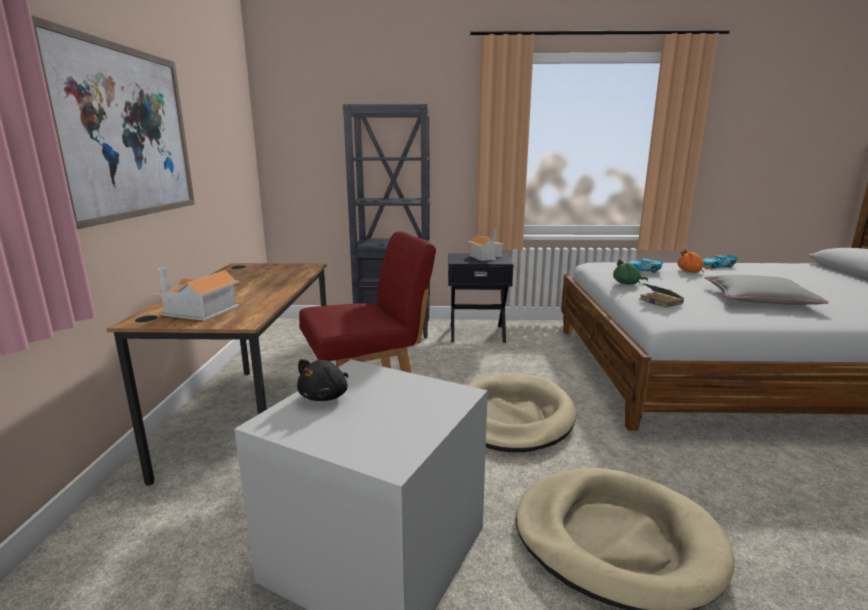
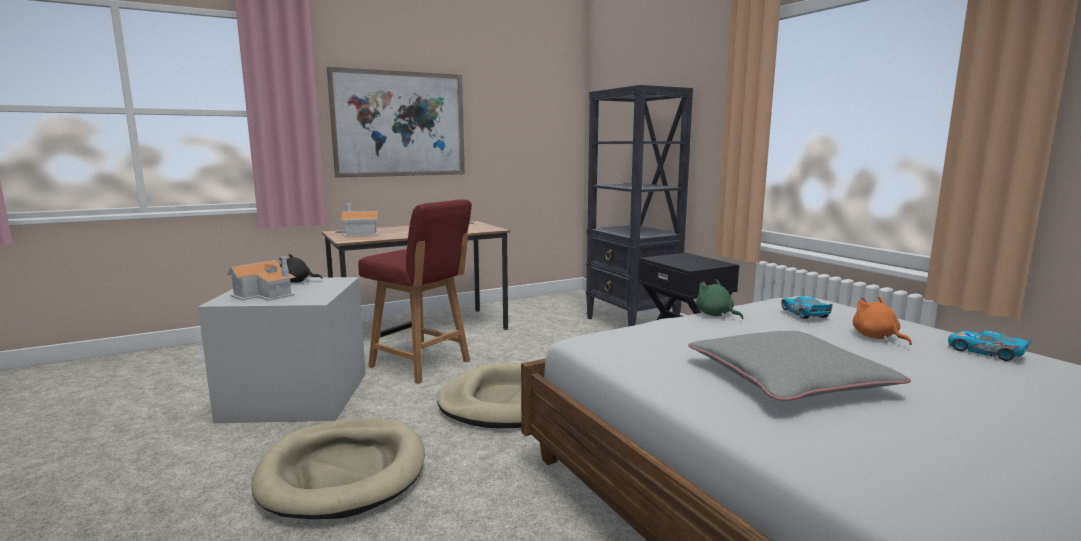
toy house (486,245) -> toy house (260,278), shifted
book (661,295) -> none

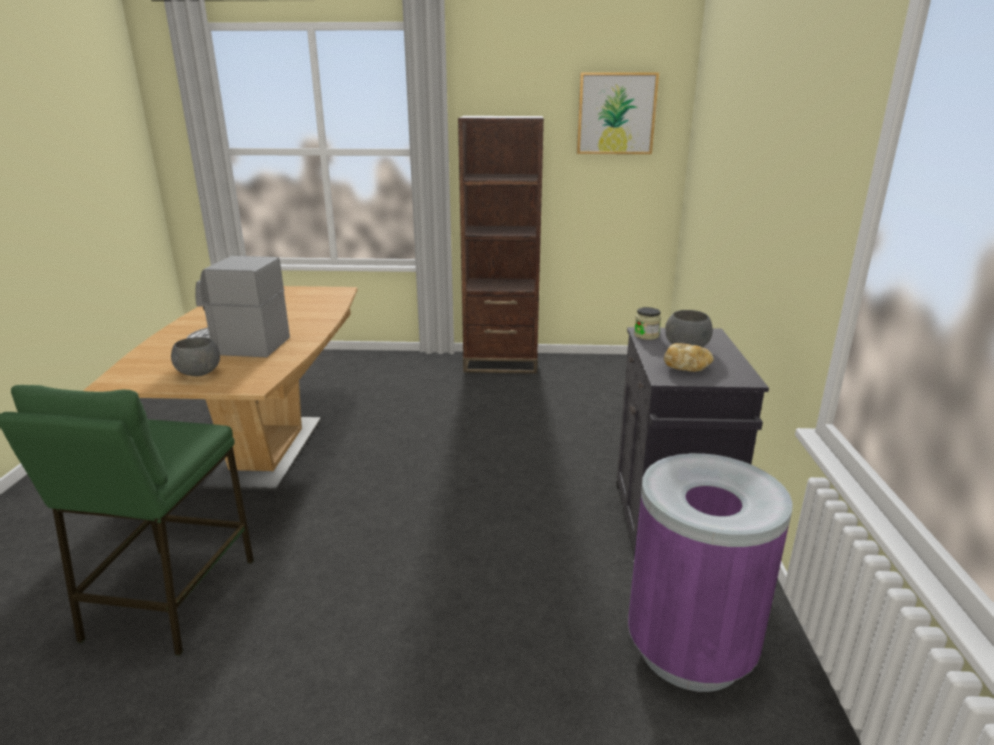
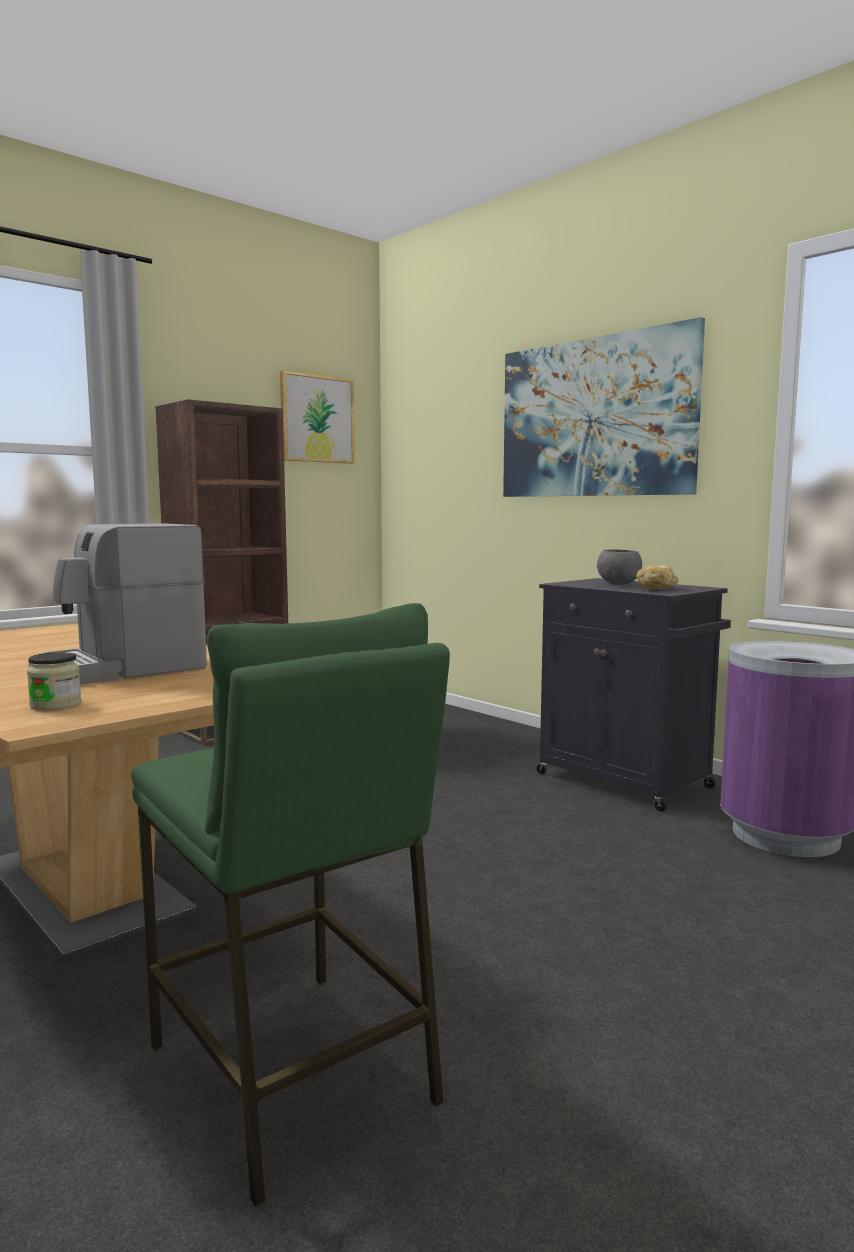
storage jar (647,323) -> storage jar (54,681), shifted
none -> wall art (604,407)
deep dish in gray (195,356) -> none

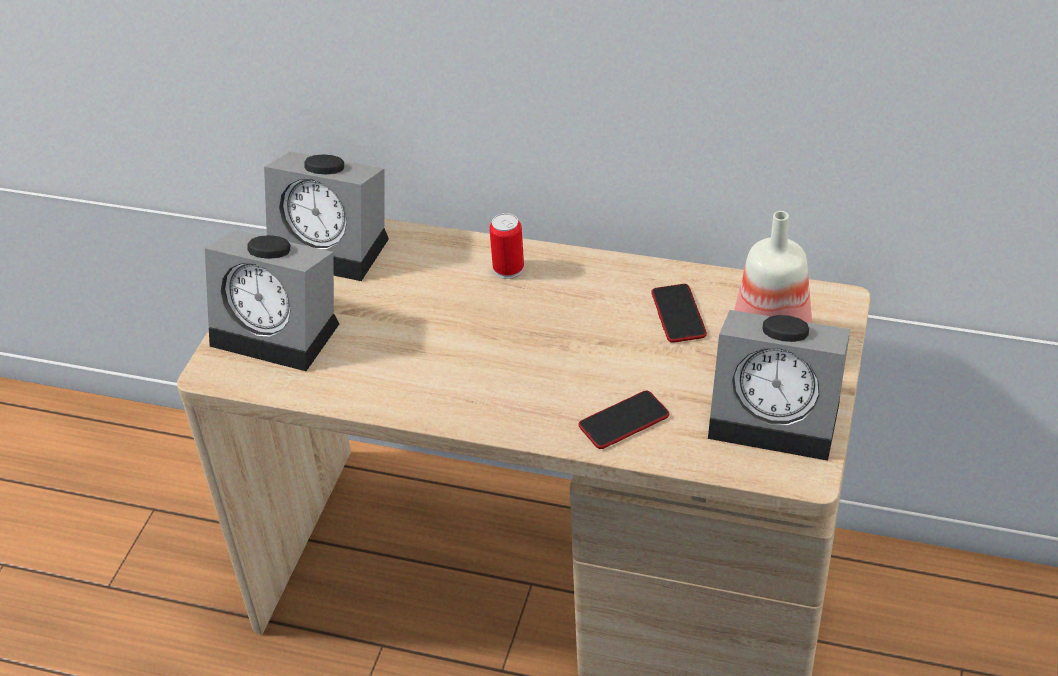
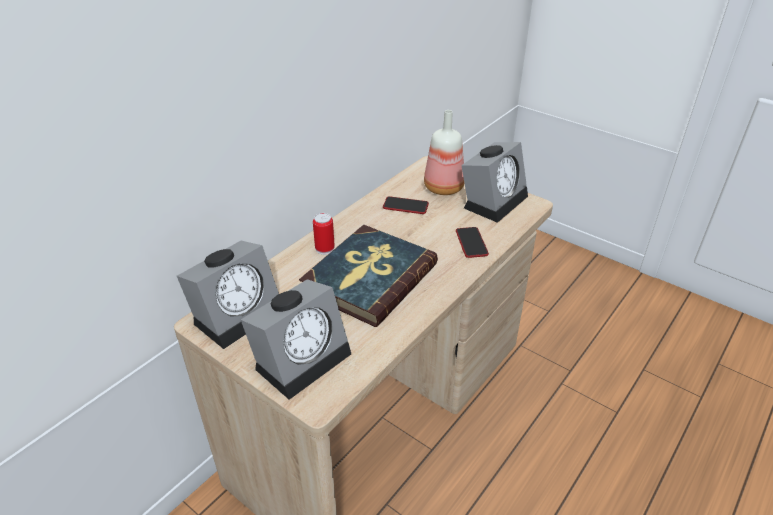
none -> book (368,276)

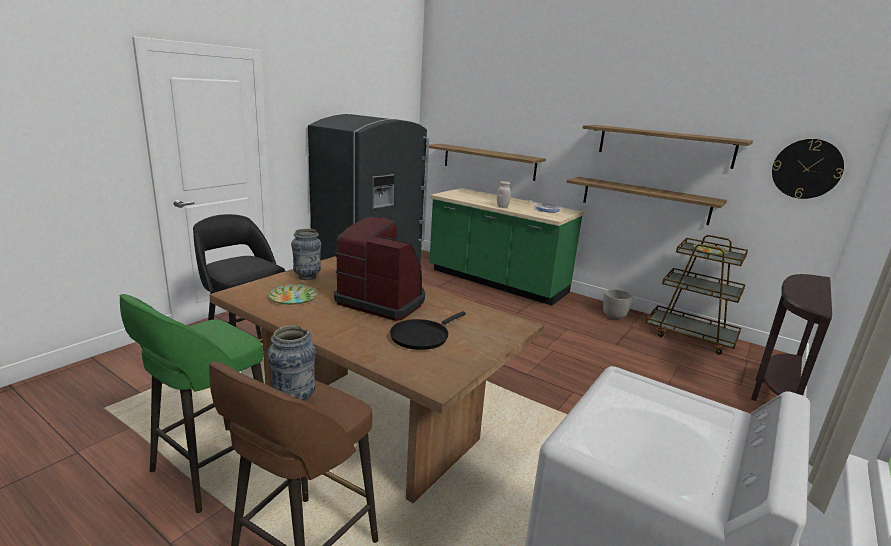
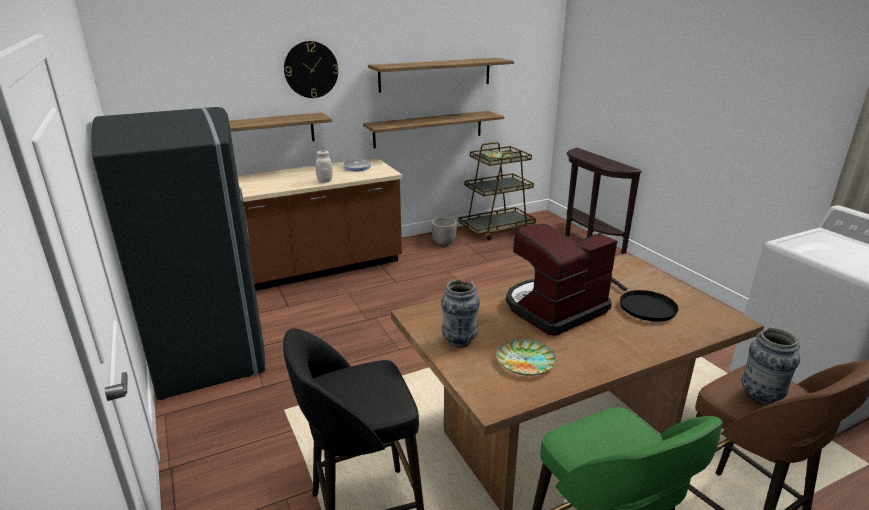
kitchen counter in green (506,247) -> kitchen counter in brown (319,224)
clock on the wall (808,169) -> clock on the wall (311,69), shifted

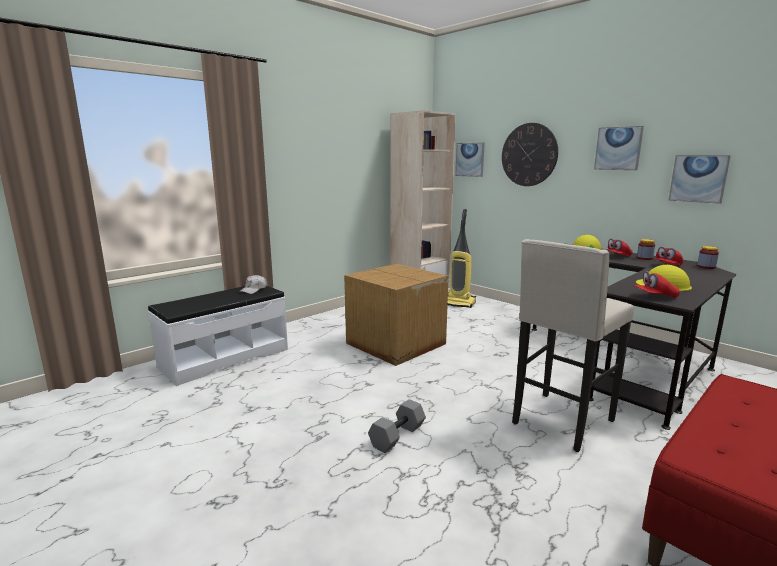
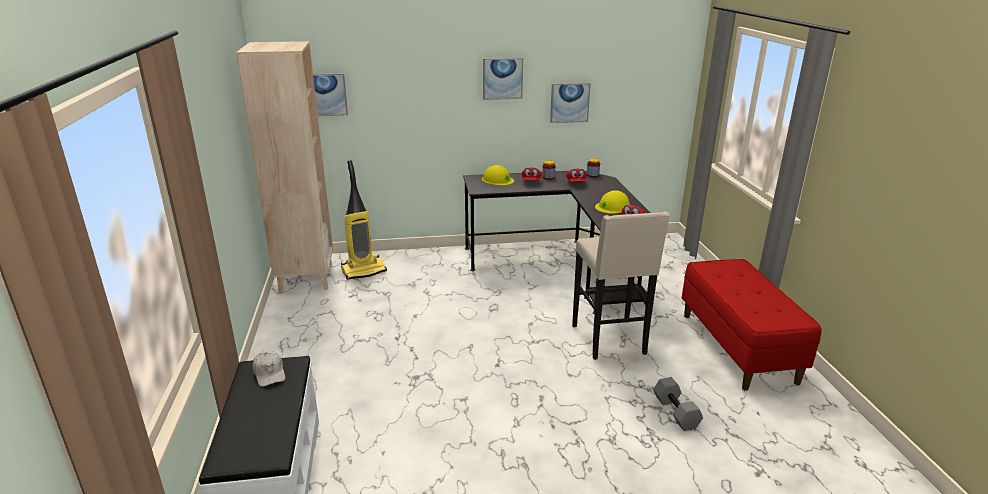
free weight in gray (397,426) -> free weight in gray (678,404), shifted
cardboard box (396,315) -> none
clock on the wall (530,154) -> none

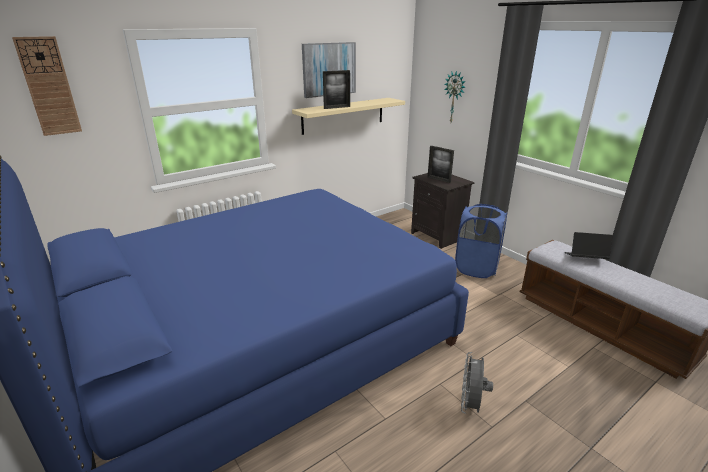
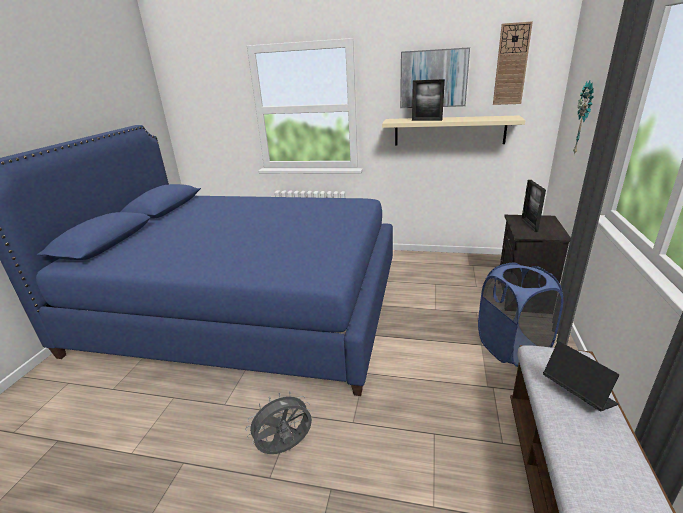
clock on the wall (47,86) -> clock on the wall (513,63), shifted

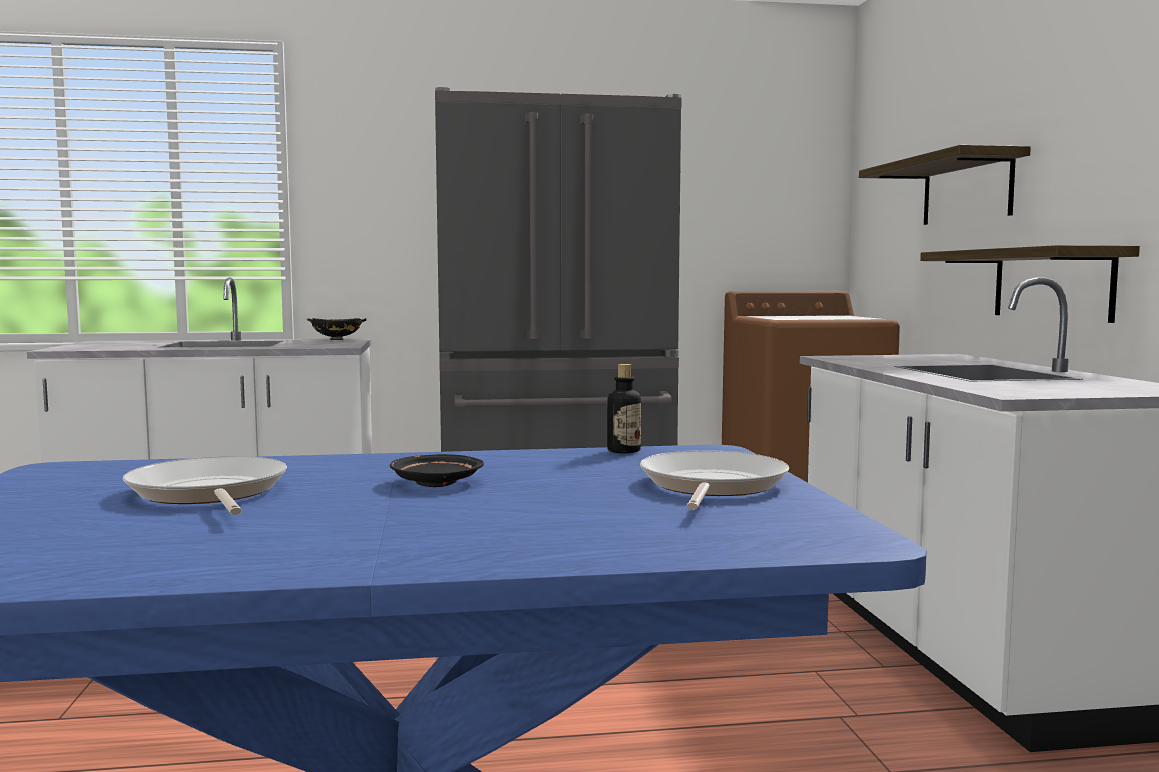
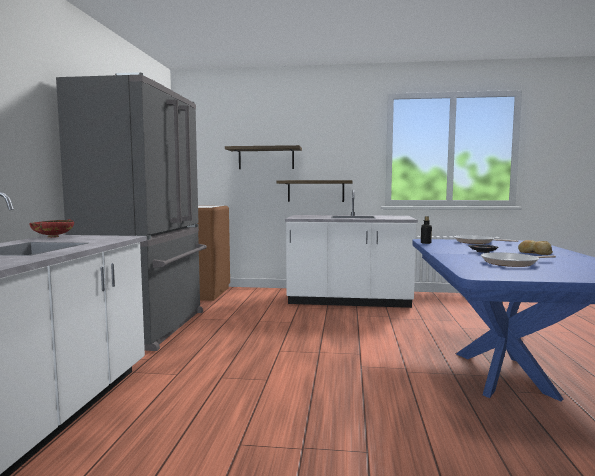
deep dish in blackish (337,329) -> deep dish in red-coloured (51,228)
none -> bakery bread (535,247)

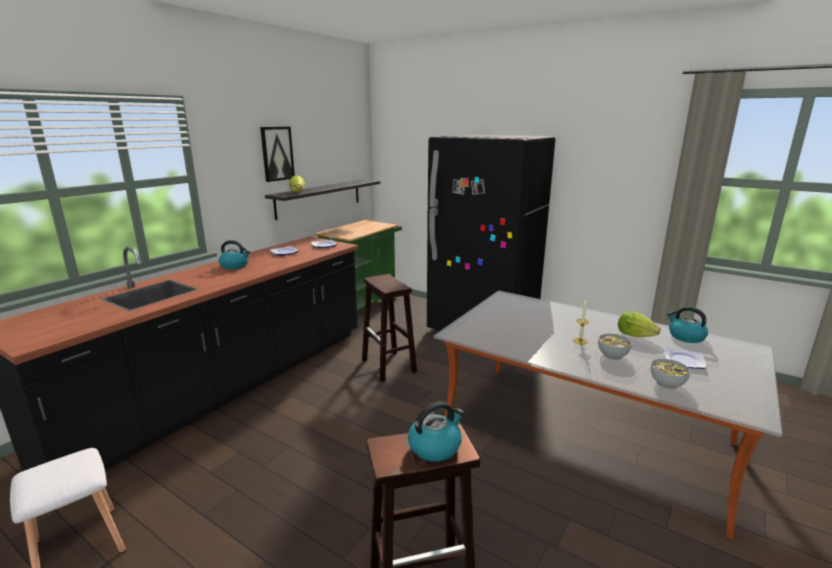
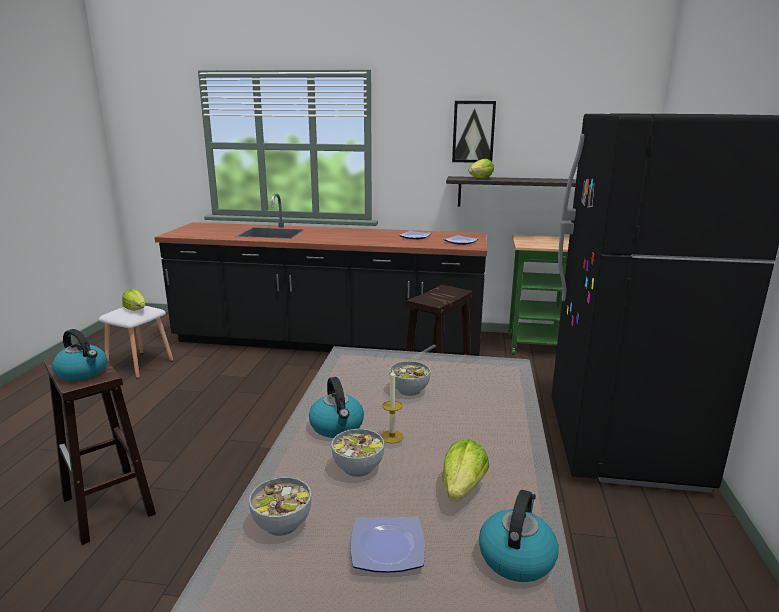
none -> head of lettuce (133,300)
kettle (234,254) -> kettle (336,407), shifted
none -> deep dish (410,378)

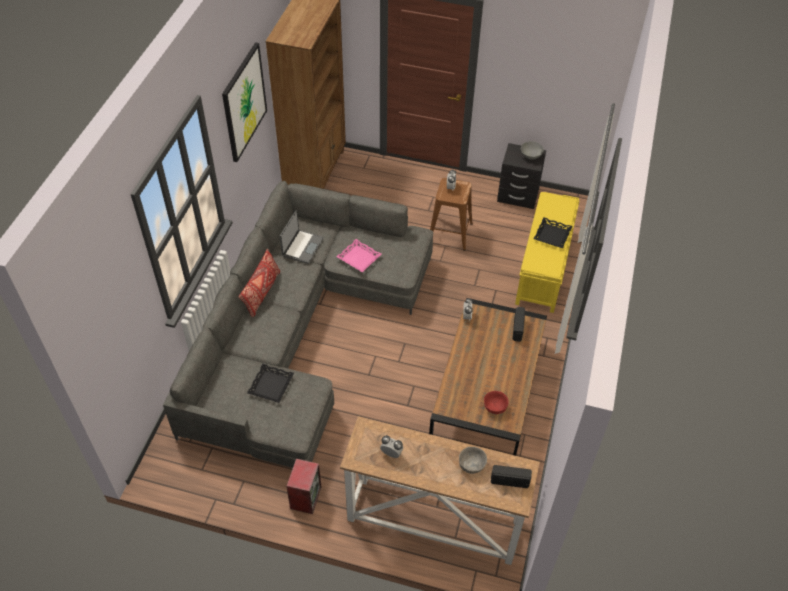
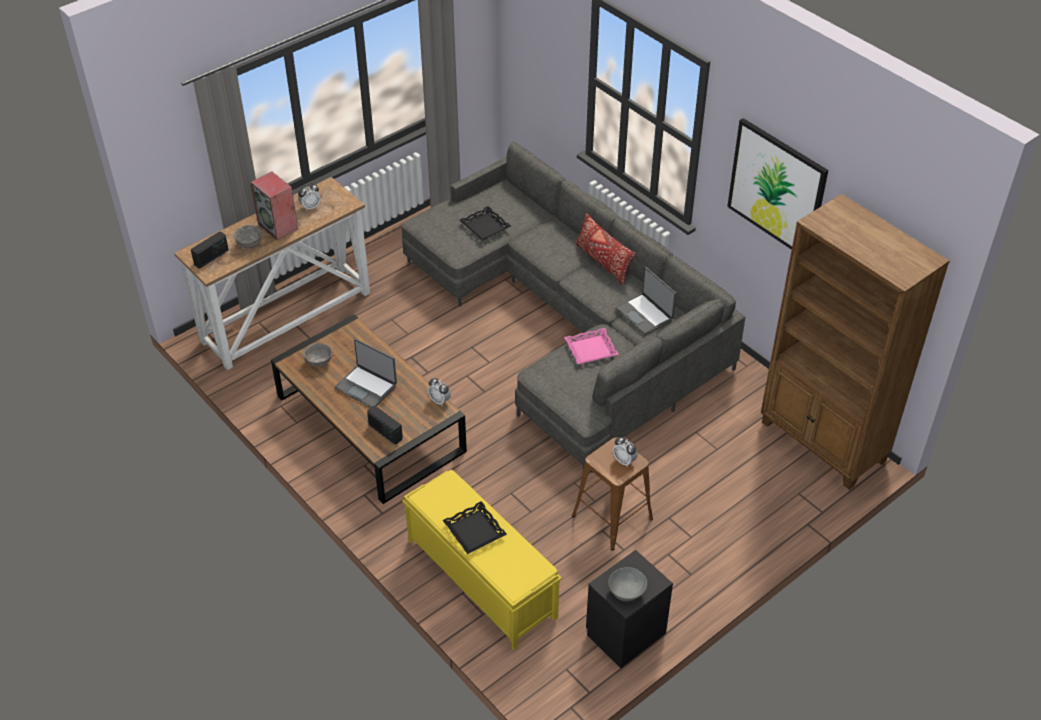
speaker (303,486) -> speaker (274,205), shifted
deep dish in red-coloured (496,402) -> deep dish in gray (318,355)
none -> notebook computer (365,373)

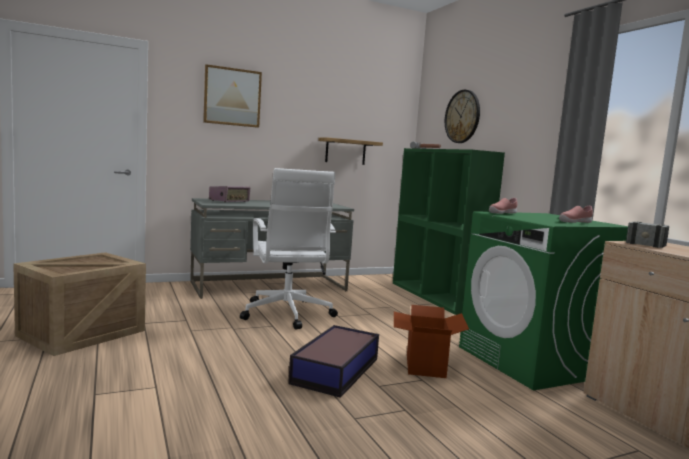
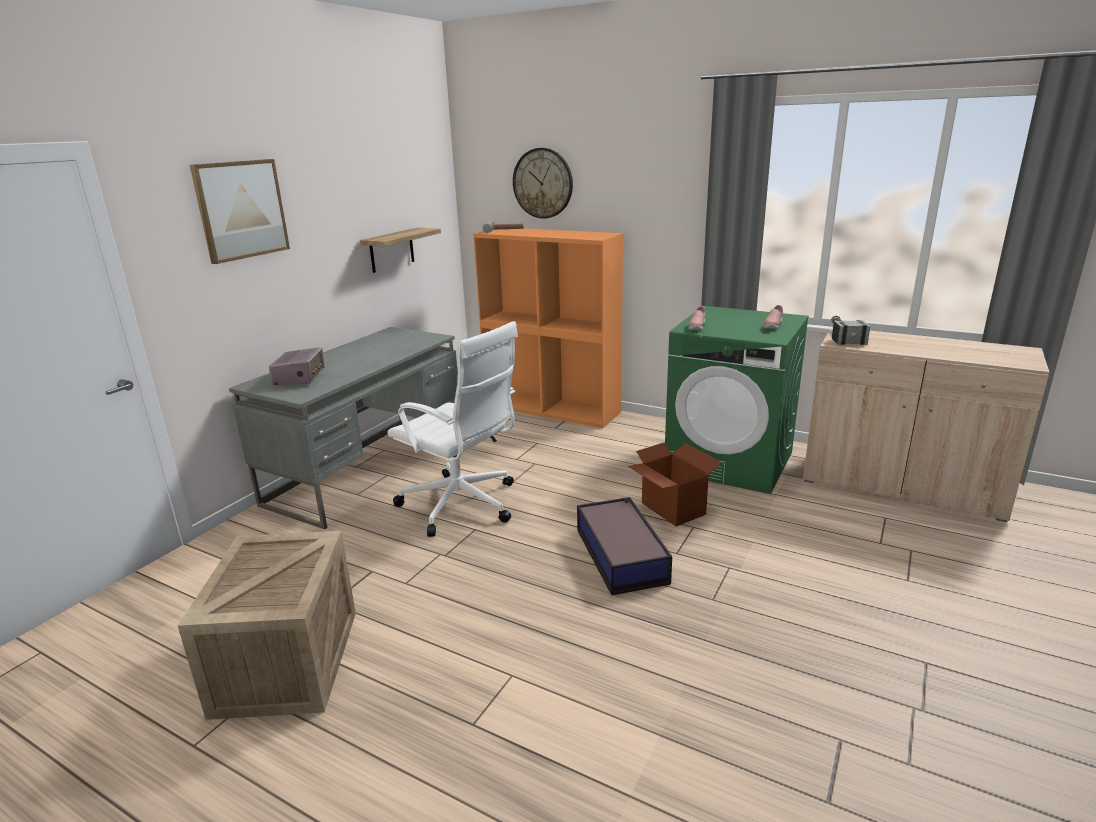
shelving unit in green (449,231) -> shelving unit in orangey (548,328)

